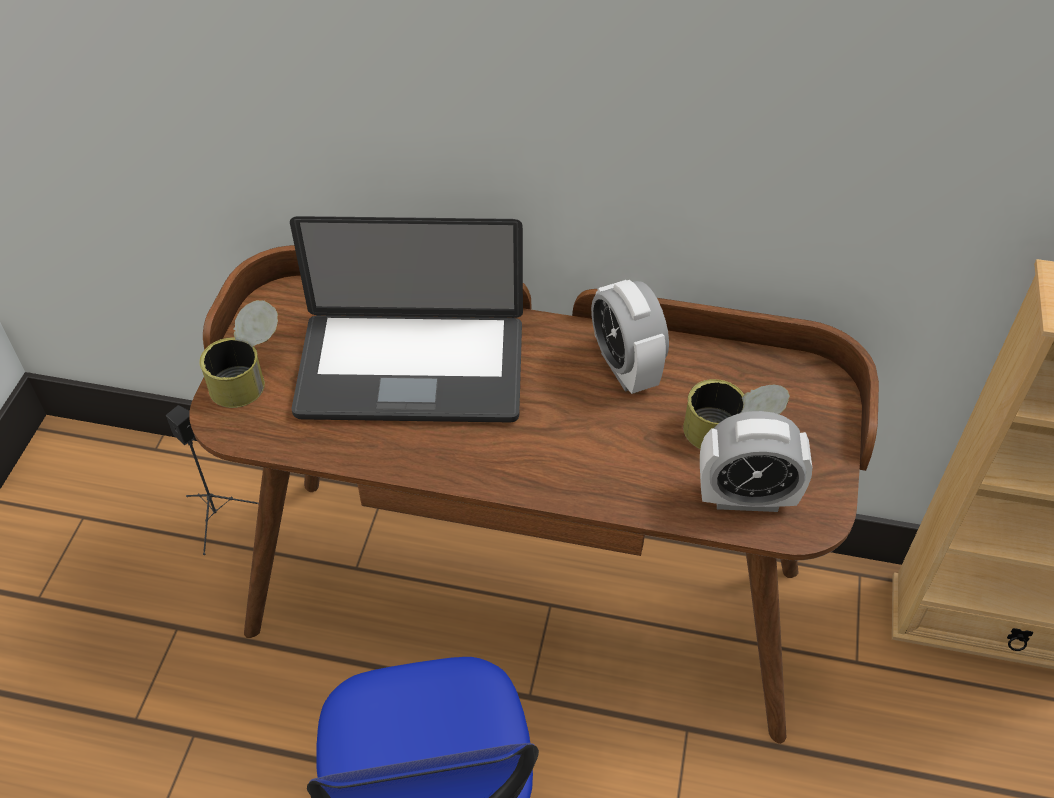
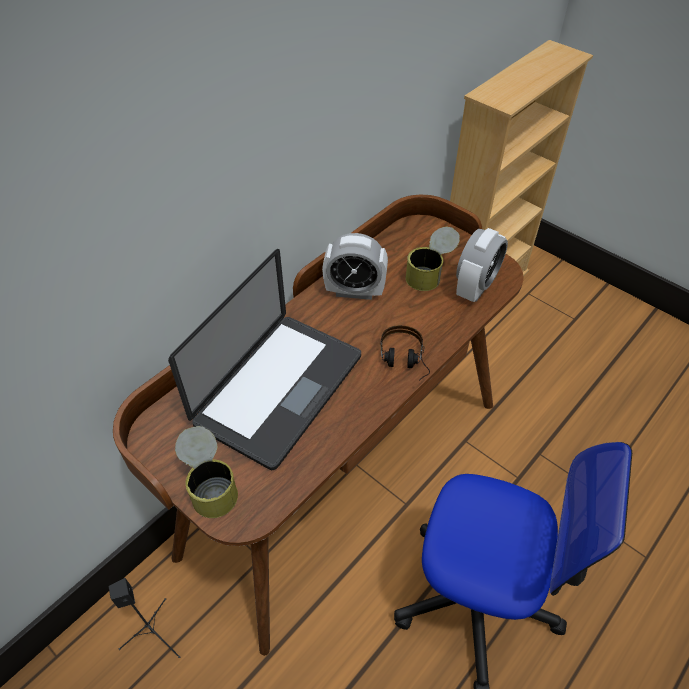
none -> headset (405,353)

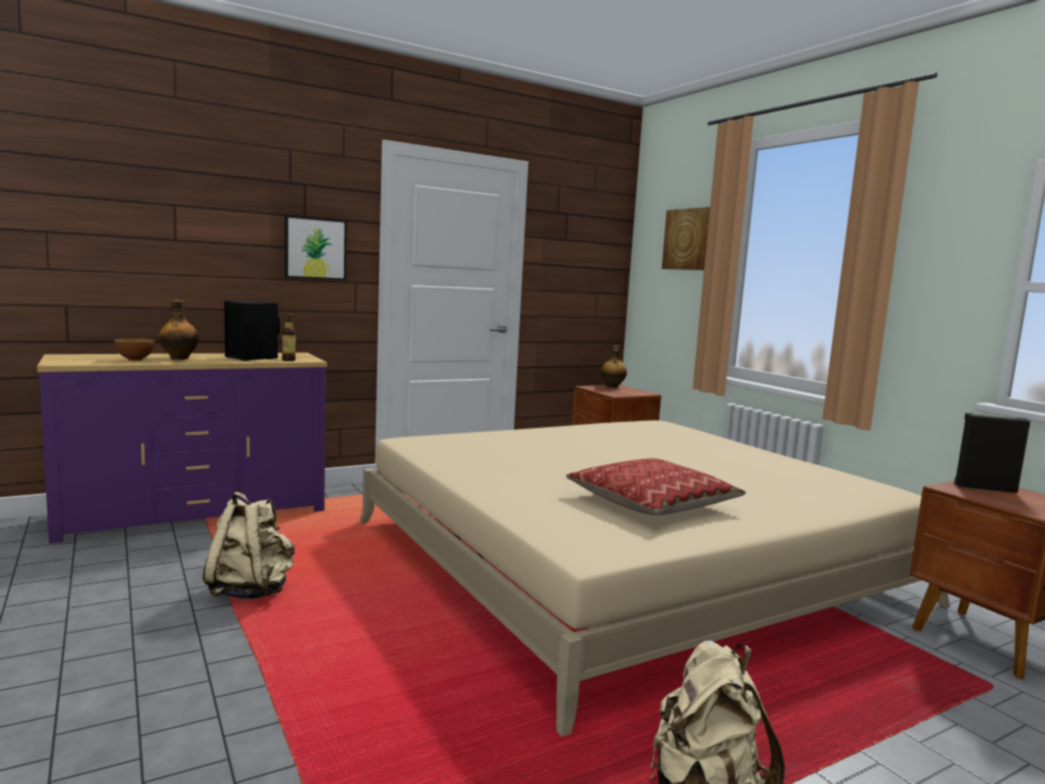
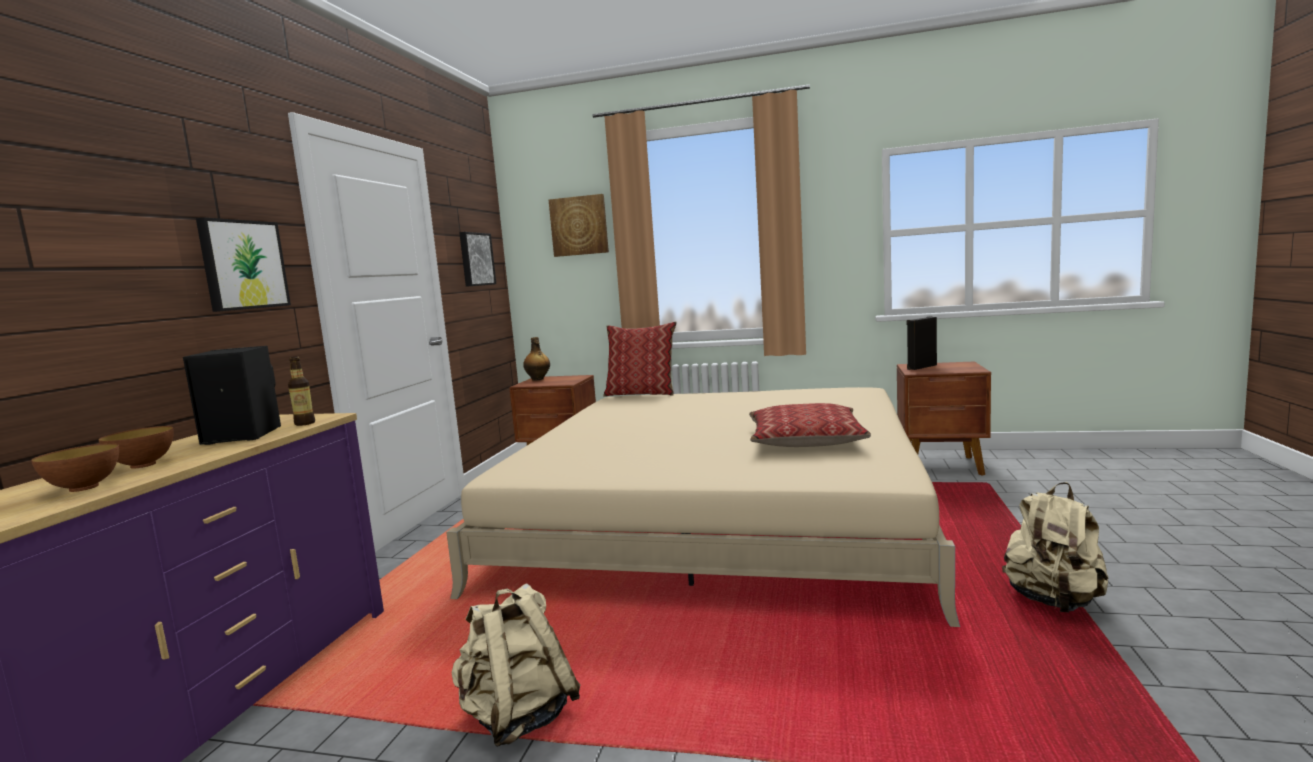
beverage bottle (179,330) -> deep dish (136,447)
none -> wall art (477,259)
none -> throw pillow (640,359)

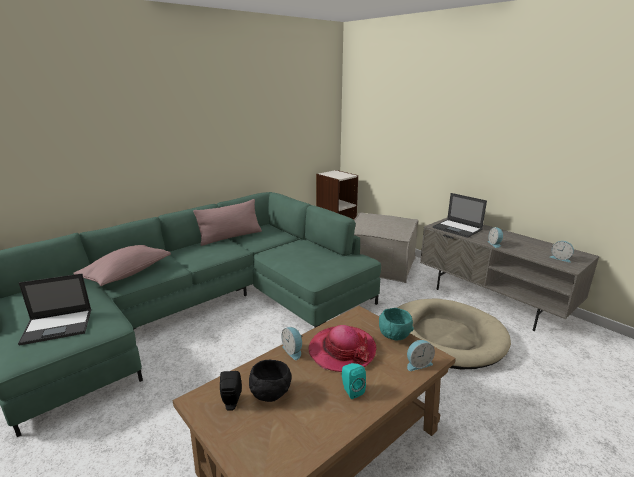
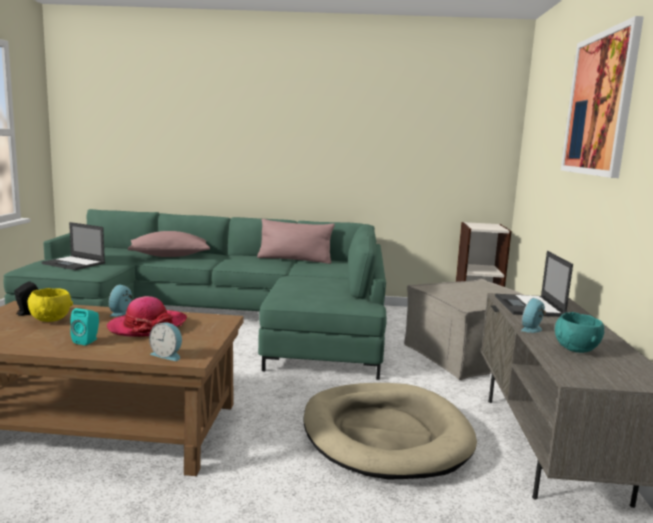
deep dish in blackish (270,381) -> deep dish in yellow (50,305)
deep dish in turquoise (396,324) -> deep dish in turquoise (579,332), shifted
none -> wall art (602,97)
alarm clock (562,252) -> none

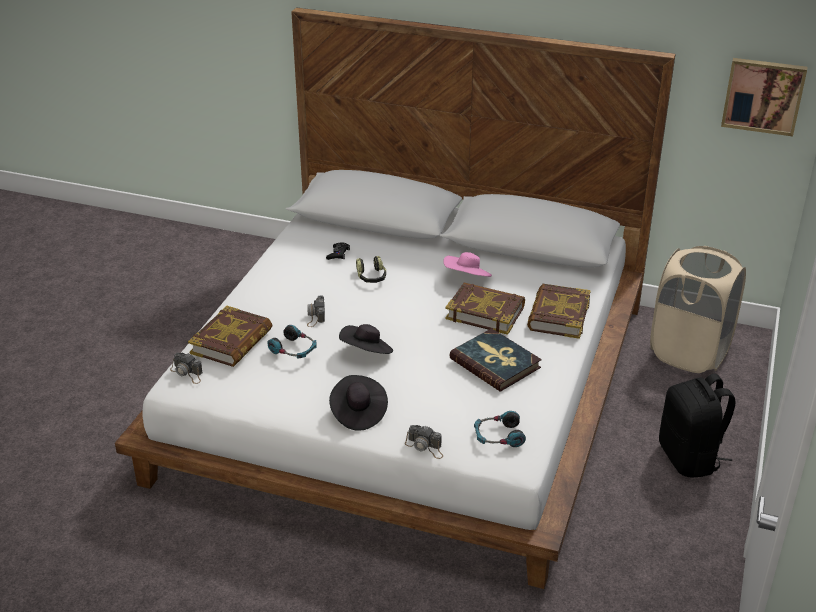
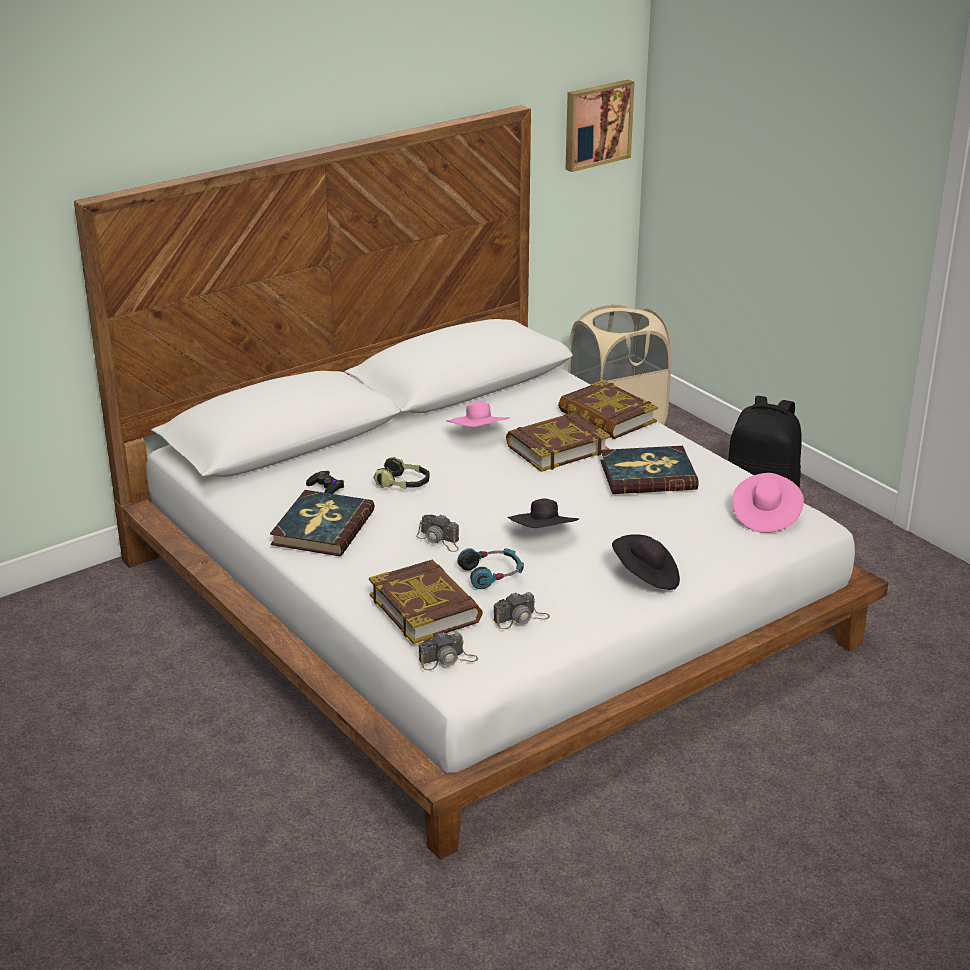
none -> book (322,523)
photo camera (424,442) -> photo camera (522,610), shifted
headset (500,429) -> wearable hat in pinkish (768,503)

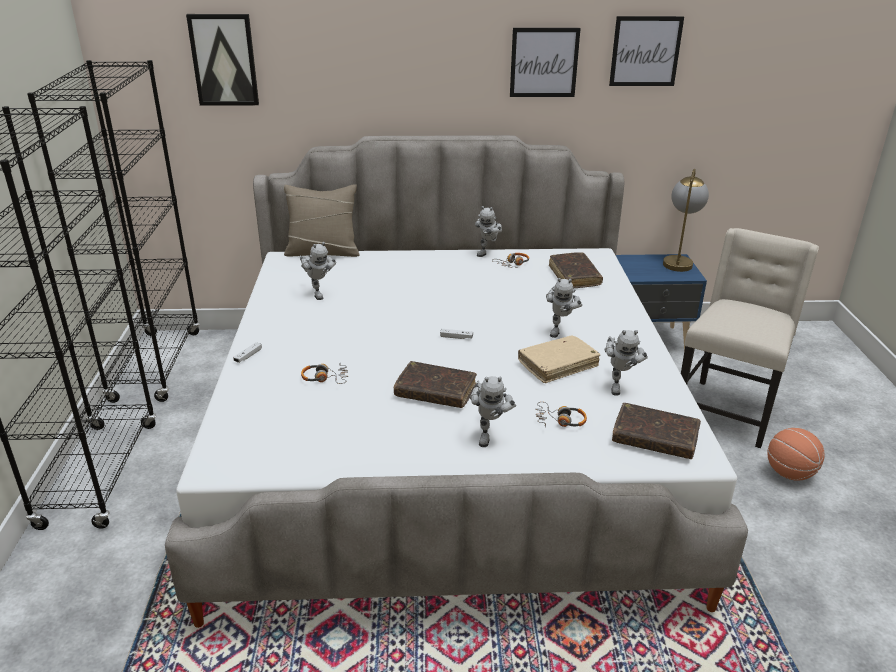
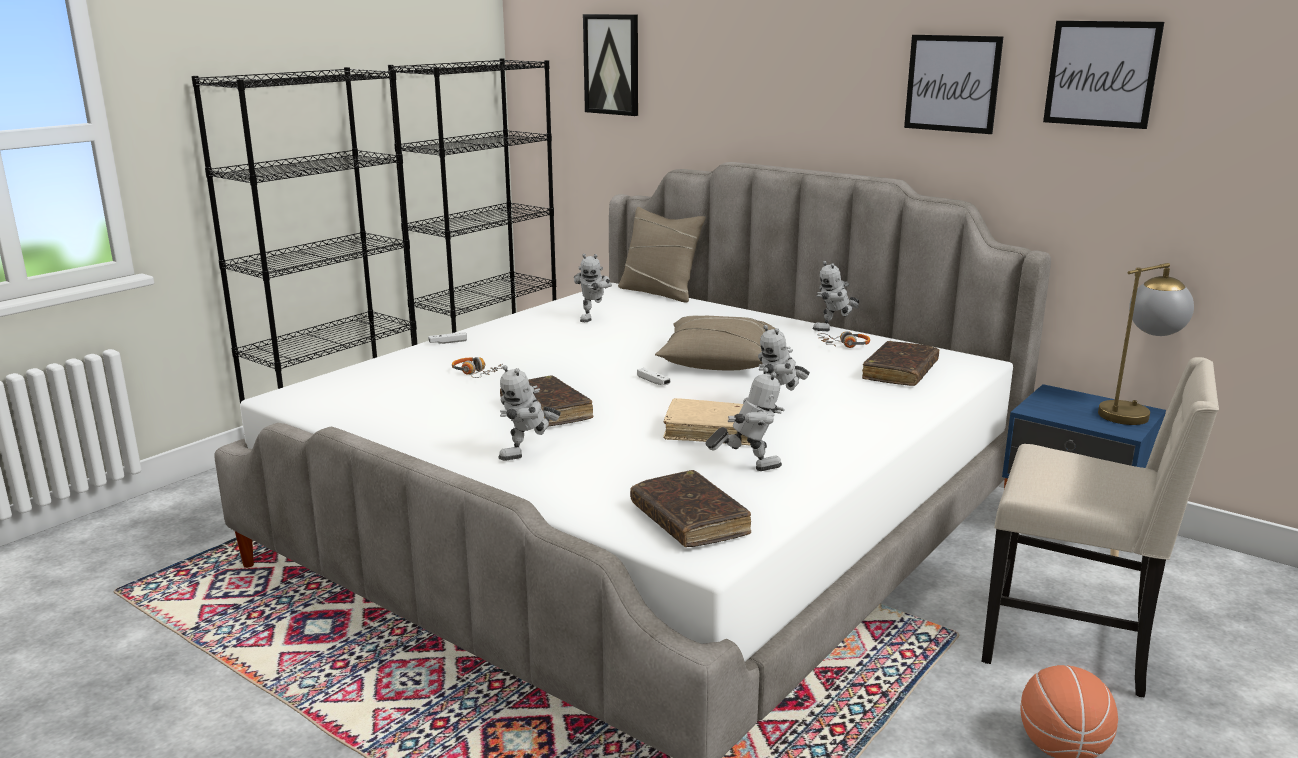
none -> throw pillow in beige (715,342)
robot figure (626,363) -> robot figure (745,419), 150 degrees counterclockwise
chair in beige (750,338) -> chair in beige (1100,527), 45 degrees clockwise
headset (561,414) -> none

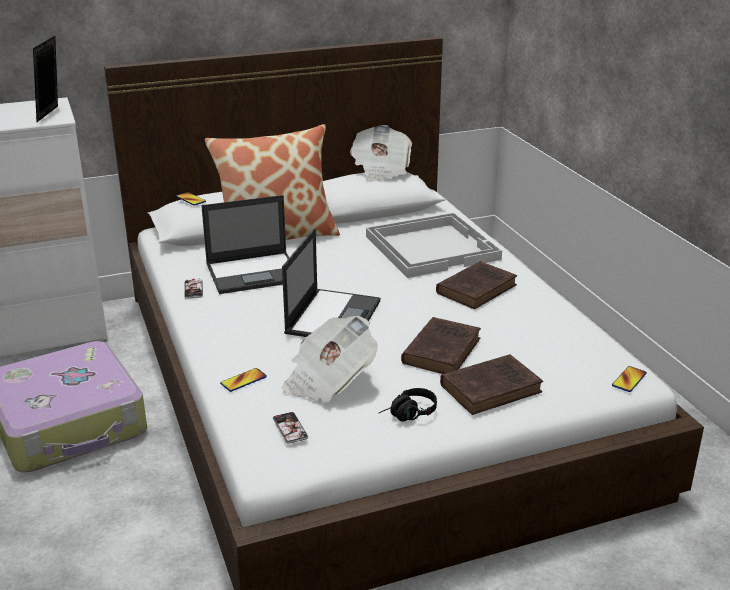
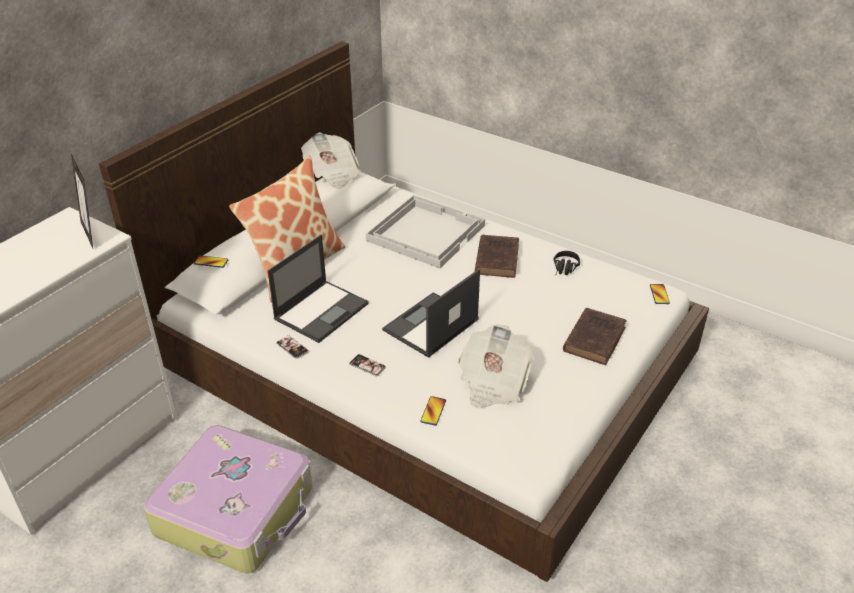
handset (290,428) -> handset (367,365), shifted
notebook computer (331,282) -> notebook computer (431,313), 120 degrees counterclockwise
headset in blackish (408,405) -> headset in blackish (566,263), shifted
book in brown (441,345) -> none

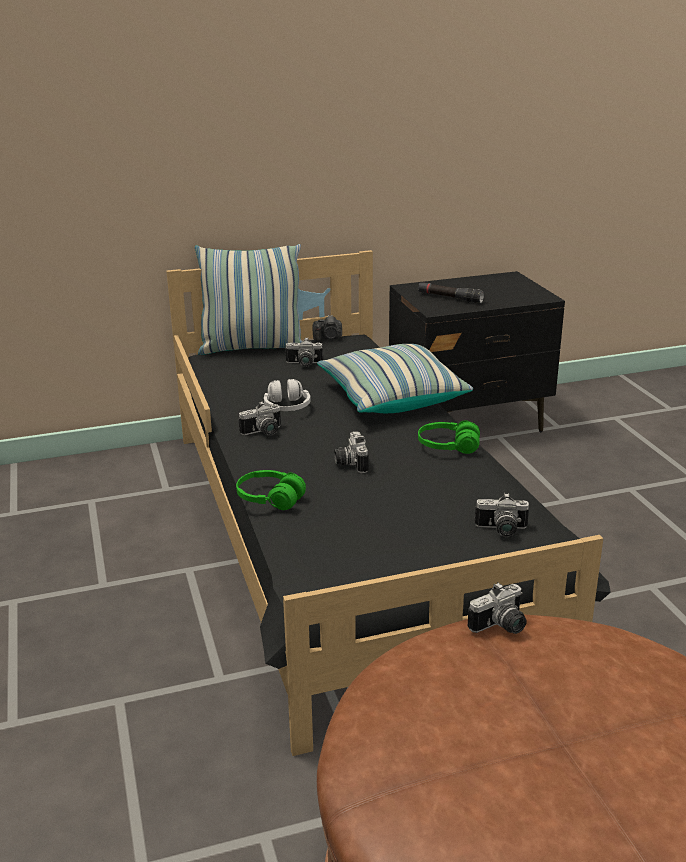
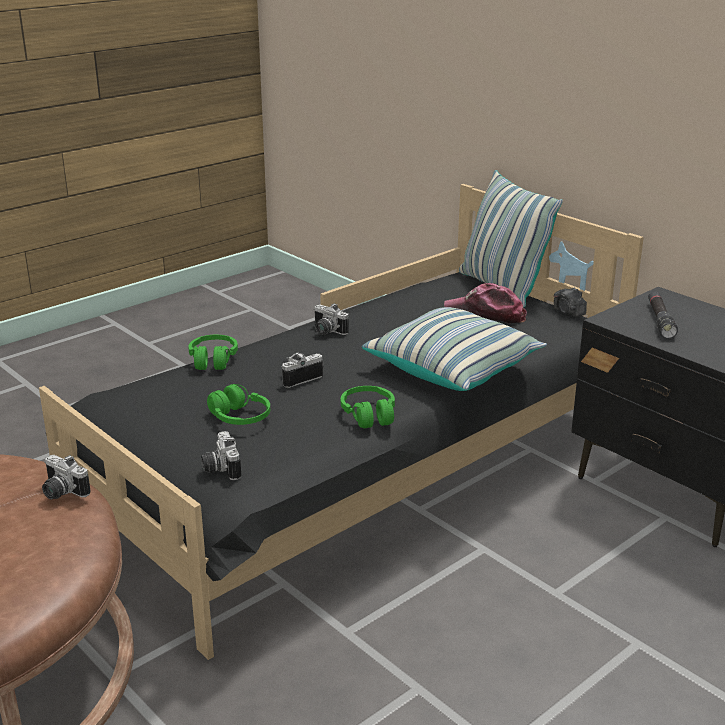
none -> headset in green (238,404)
photo camera (304,352) -> baseball cap (485,303)
headset in whitish (287,395) -> none

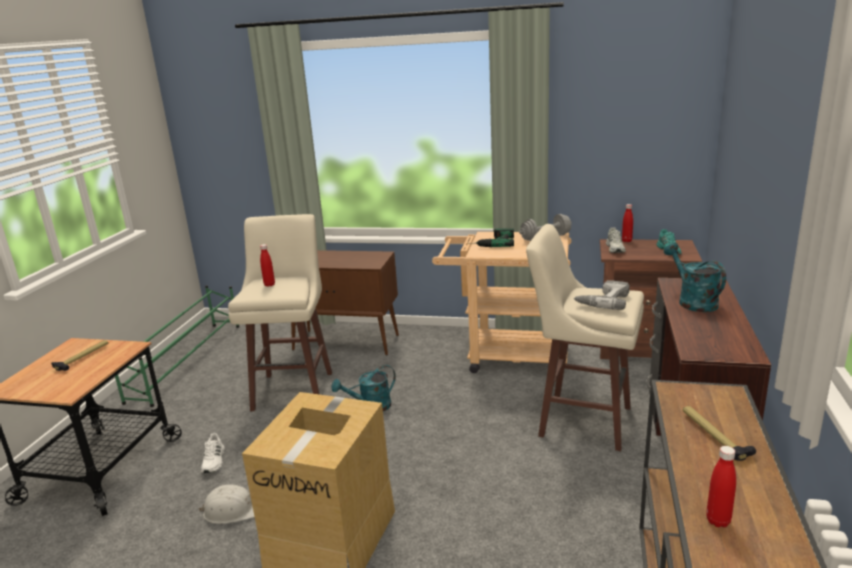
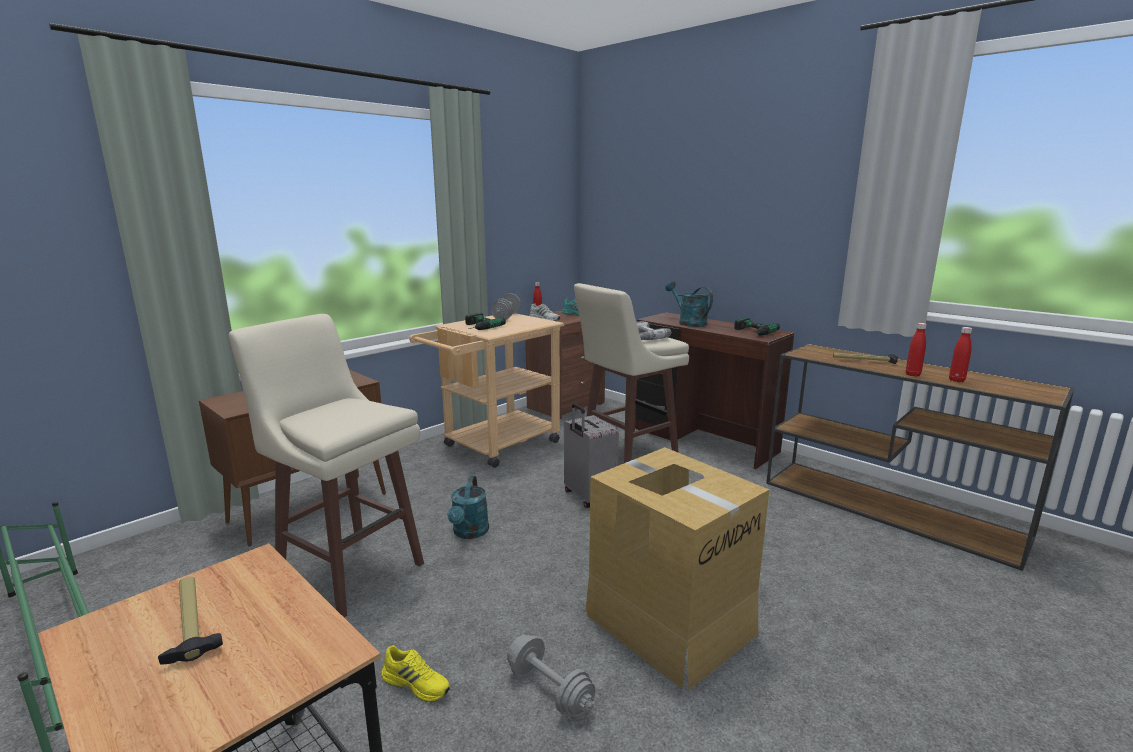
shoe in whitish (213,453) -> shoe in yellow (415,673)
safety helmet in whitish (227,504) -> free weight in gray (551,676)
none -> suitcase in gray (591,455)
sprinkling can in turquoise (695,277) -> sprinkling can in turquoise (689,304), 45 degrees clockwise
none -> power drill (757,326)
beverage bottle in red-coloured (267,265) -> beverage bottle in red-coloured (916,350), shifted

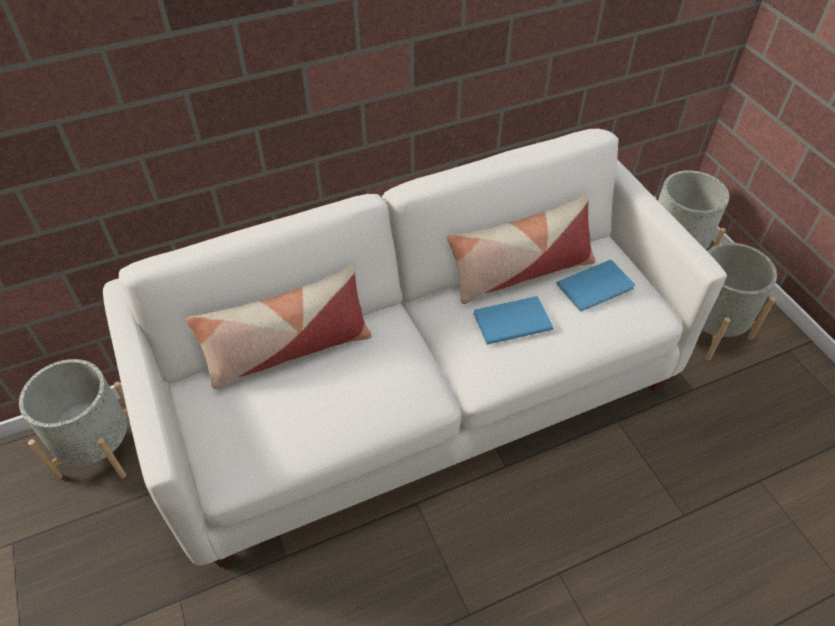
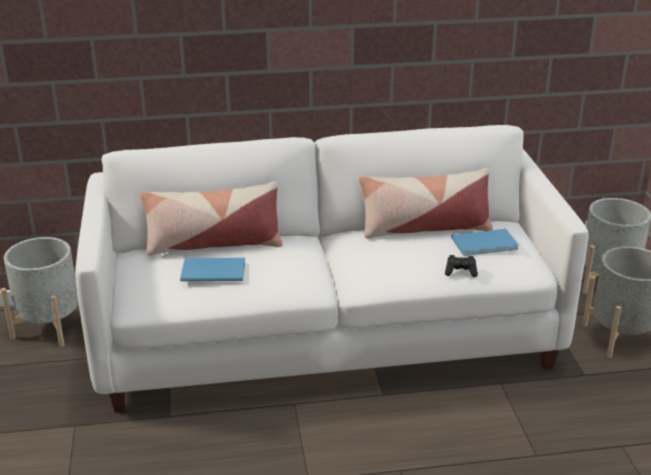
book in blue (513,320) -> book in blue (212,269), shifted
none -> gamepad in blackish (461,266)

